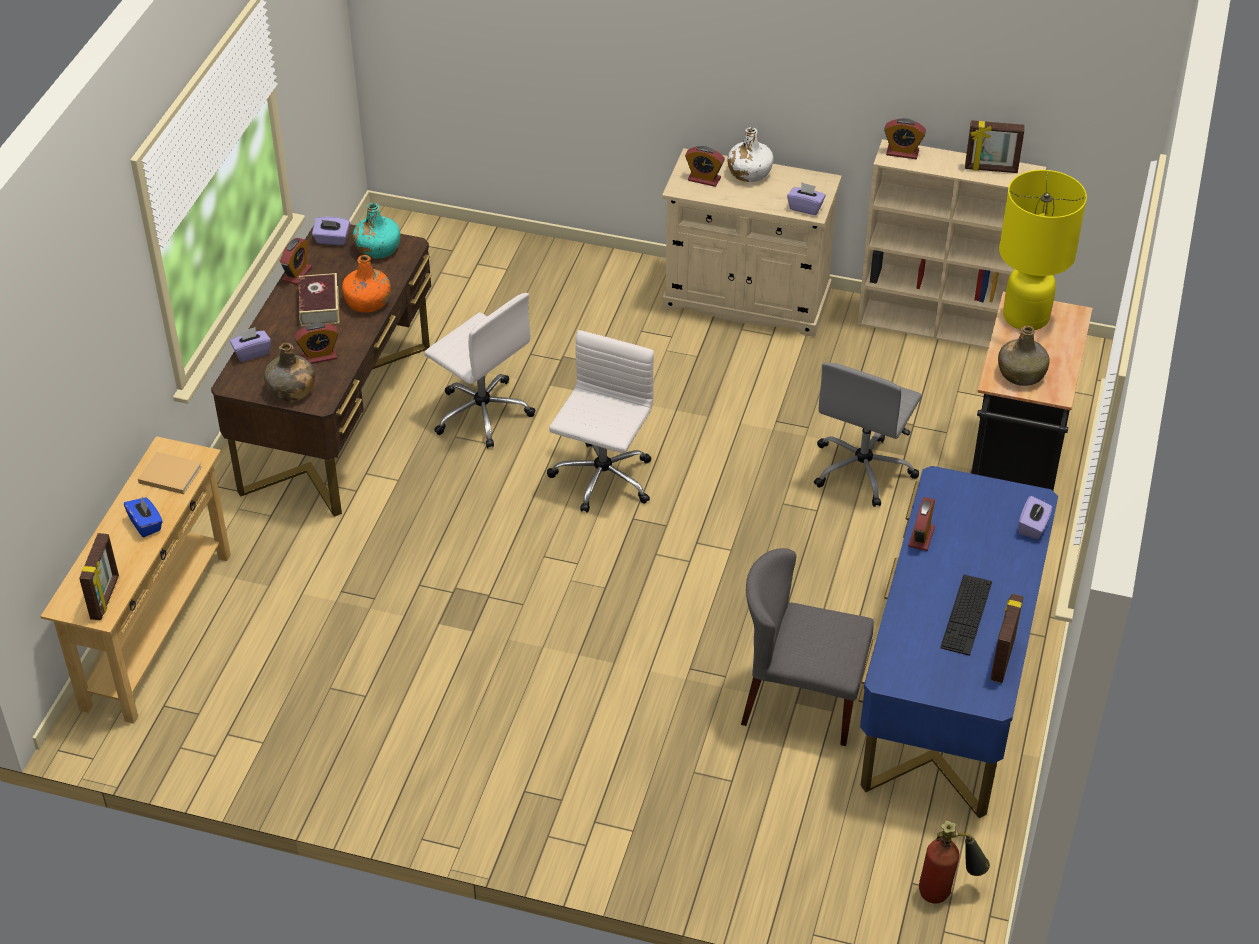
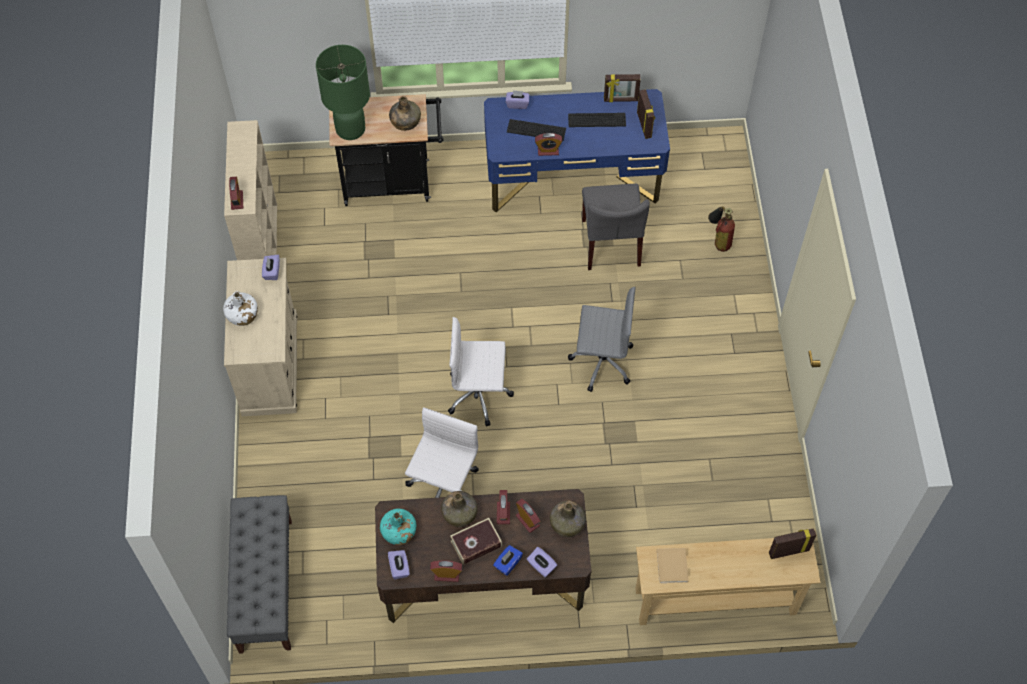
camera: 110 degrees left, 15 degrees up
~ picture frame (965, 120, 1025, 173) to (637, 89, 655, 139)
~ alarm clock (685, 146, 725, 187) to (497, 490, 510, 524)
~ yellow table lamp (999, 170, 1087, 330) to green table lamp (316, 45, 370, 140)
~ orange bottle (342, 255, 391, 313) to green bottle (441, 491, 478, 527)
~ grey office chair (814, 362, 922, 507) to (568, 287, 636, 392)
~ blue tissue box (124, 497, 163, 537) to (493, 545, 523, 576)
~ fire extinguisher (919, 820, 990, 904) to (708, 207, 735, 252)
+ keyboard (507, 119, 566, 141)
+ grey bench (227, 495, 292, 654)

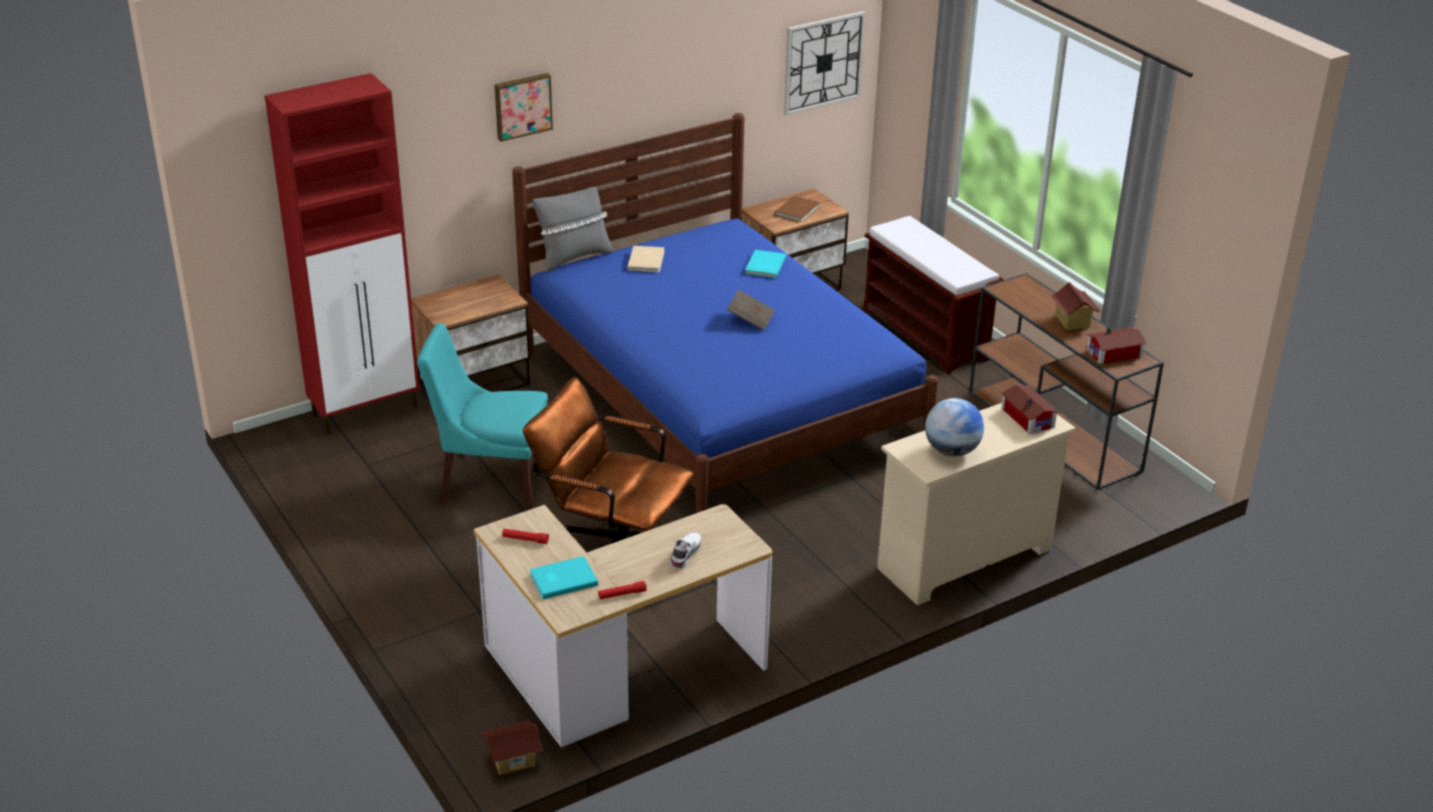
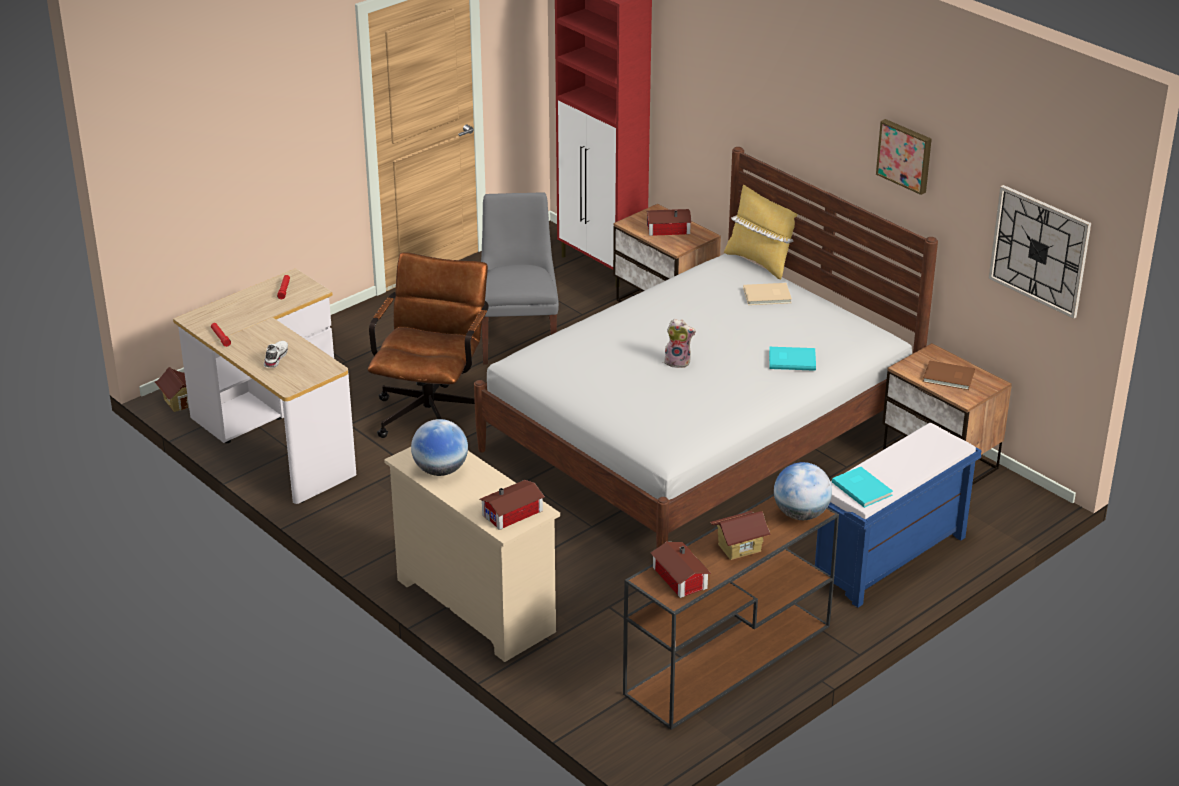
camera: 80 degrees right, 0 degrees up
~ picture (495, 73, 553, 142) to (876, 119, 932, 195)
~ blue bed (512, 113, 938, 513) to white bed (474, 147, 938, 548)
~ grey pillow (533, 186, 613, 273) to yellow pillow (724, 185, 798, 280)
~ brown bench (863, 216, 1004, 375) to blue bench (814, 423, 982, 608)
~ brown book (727, 289, 775, 330) to plush toy (664, 319, 696, 368)
~ turquoise chair (417, 323, 548, 511) to grey chair (481, 192, 559, 365)
~ white shoe (669, 532, 701, 569) = (264, 341, 288, 368) 90 degrees counterclockwise
~ turquoise book (530, 556, 598, 599) to (832, 467, 893, 508)
+ toy house (647, 209, 692, 236)
+ globe (774, 462, 832, 520)

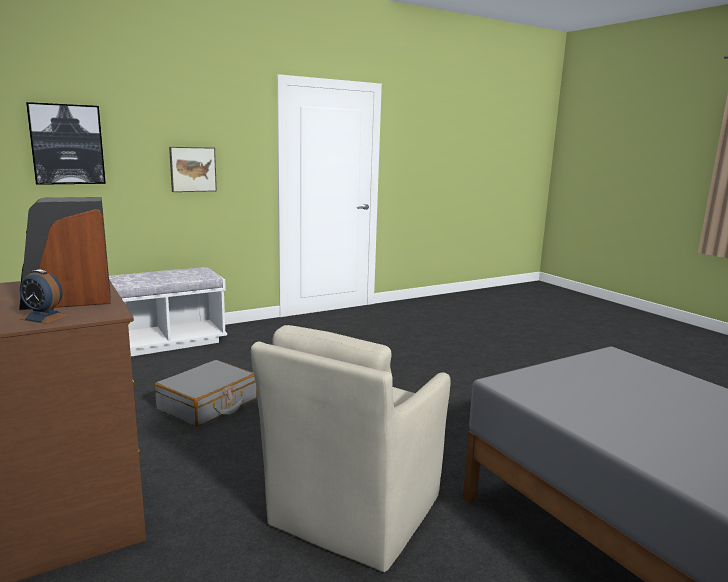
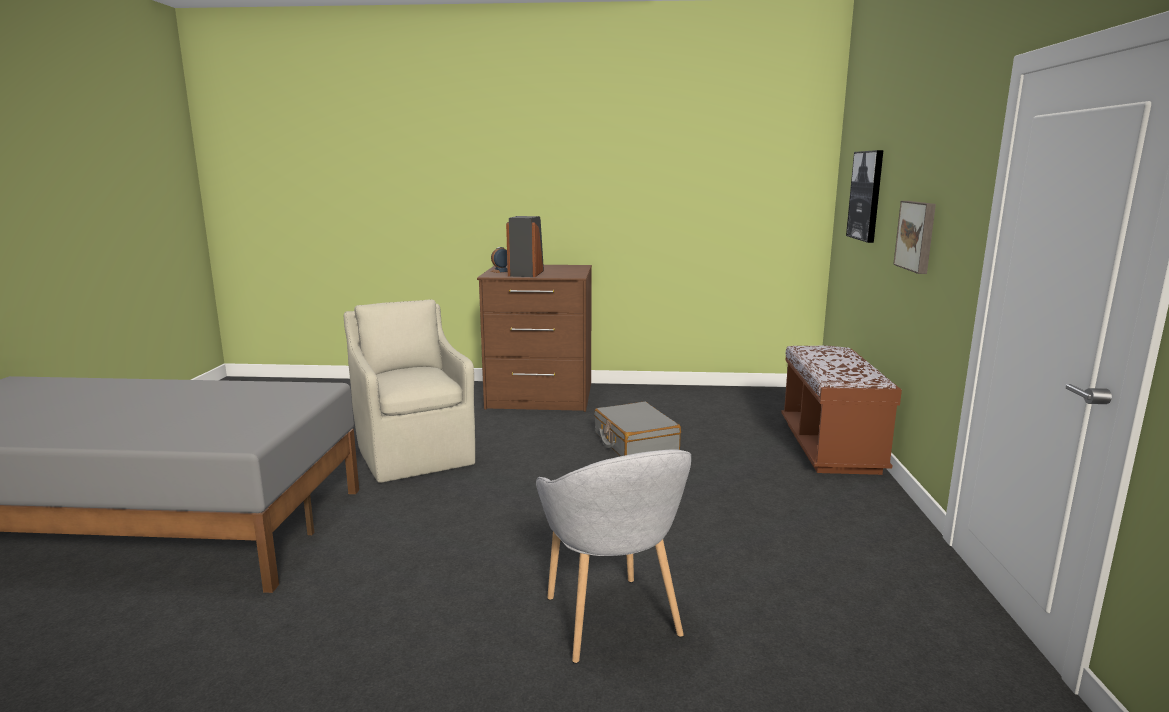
camera: 125 degrees right, 0 degrees up
~ white bench (109, 267, 227, 356) to brown bench (781, 346, 902, 475)
+ grey armchair (536, 450, 691, 664)

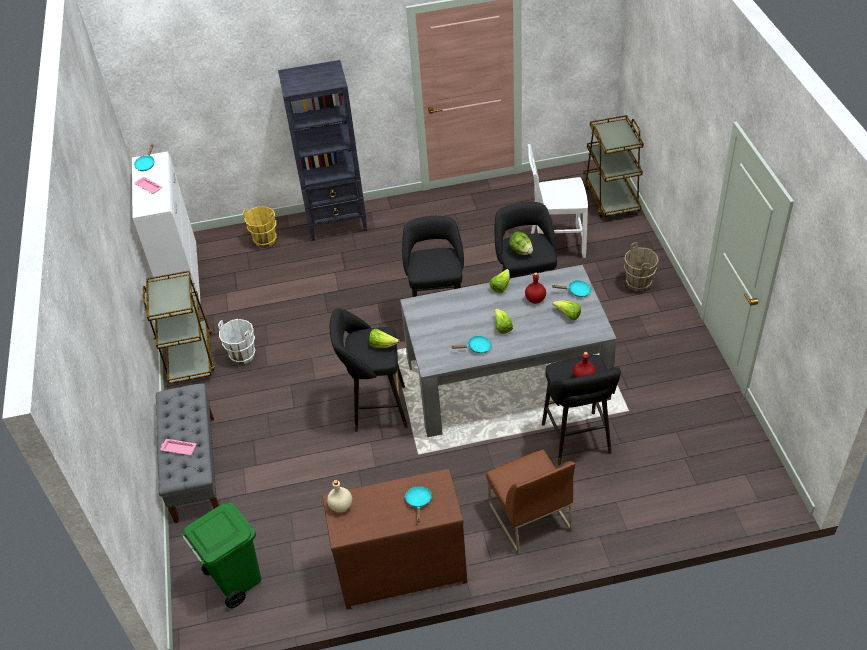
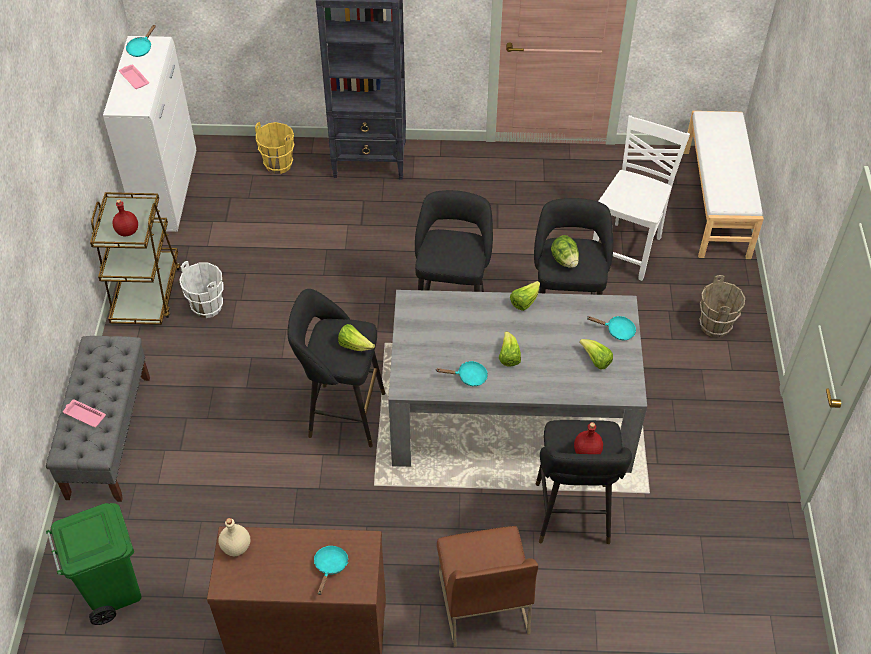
camera: 10 degrees right, 5 degrees up
~ brown cart (583, 115, 644, 218) to white bench (684, 111, 764, 259)
~ white chair (528, 144, 588, 258) = (593, 115, 690, 281) 105 degrees clockwise
~ red bottle (525, 273, 546, 304) to (113, 200, 138, 236)

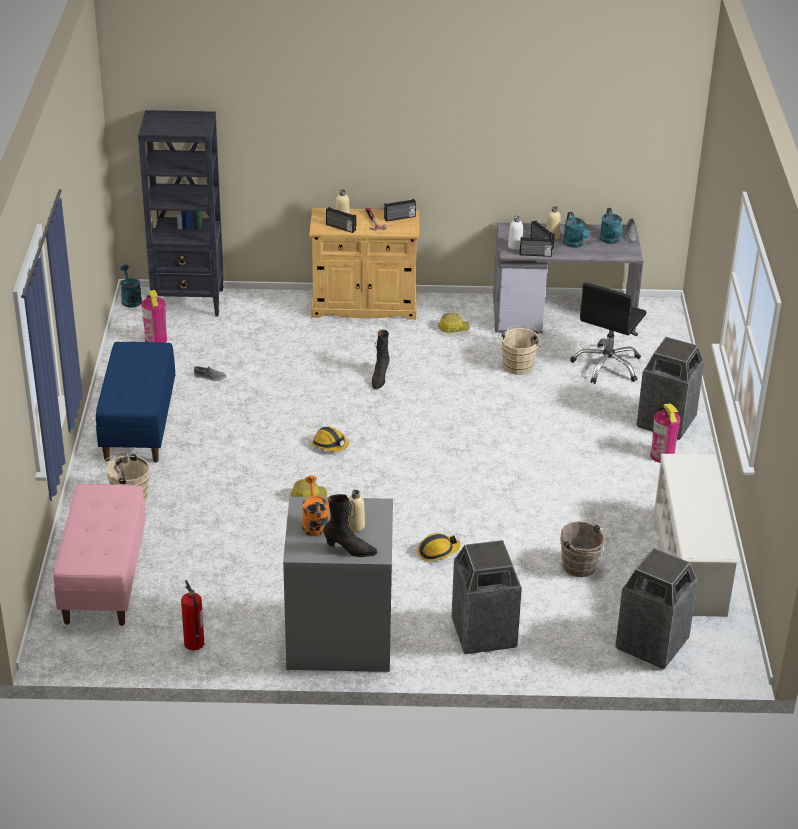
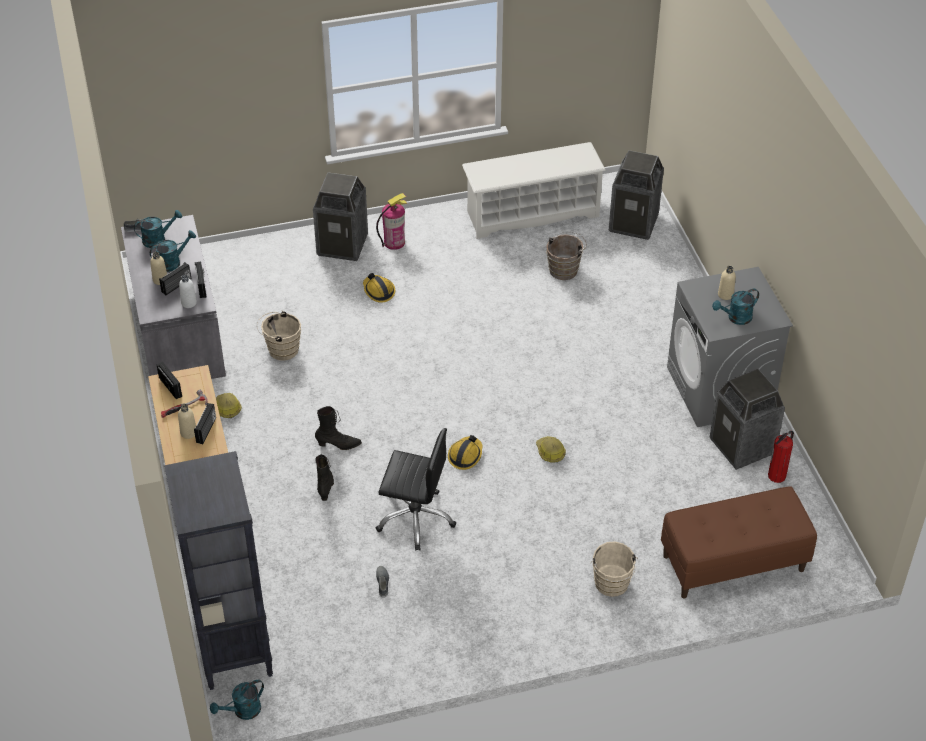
camera: 105 degrees left, 10 degrees up
~ black office chair (570, 282, 646, 384) to (376, 428, 456, 551)
- fire extinguisher (141, 290, 167, 343)
- blue bench (96, 342, 175, 462)
~ orange watering can (302, 476, 329, 536) to turquoise watering can (712, 289, 759, 325)
~ pink bench (54, 484, 146, 626) to brown bench (661, 486, 817, 599)
~ black boot (323, 494, 377, 557) to (315, 454, 334, 501)
~ hard hat (418, 533, 460, 561) to (363, 273, 395, 303)
~ trash can (452, 540, 522, 654) to (709, 369, 785, 470)

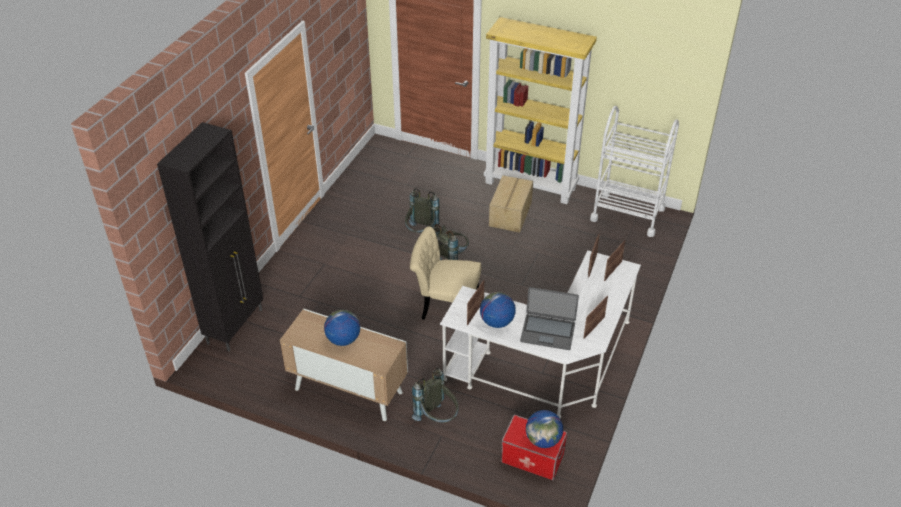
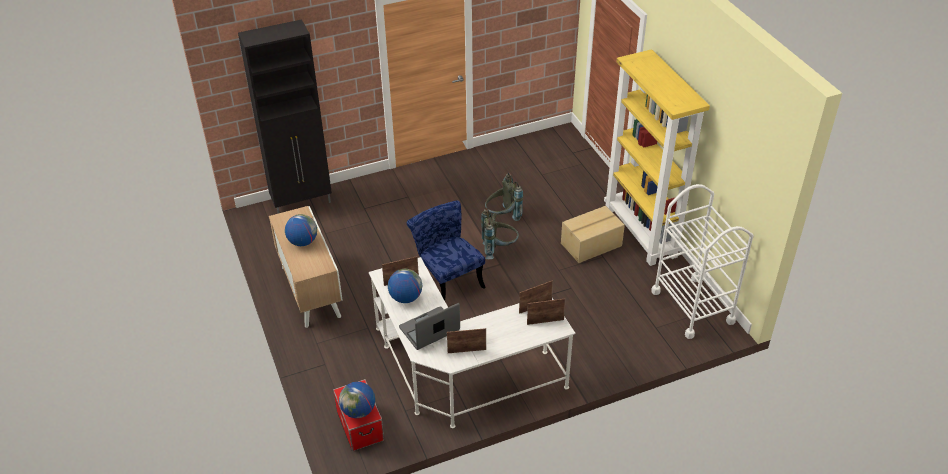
camera: 45 degrees right, 0 degrees up
~ beige chair (410, 226, 481, 320) to blue chair (407, 200, 485, 301)
~ laptop (520, 287, 579, 350) = (399, 303, 460, 350) 90 degrees clockwise
- grey backpack (412, 368, 459, 423)

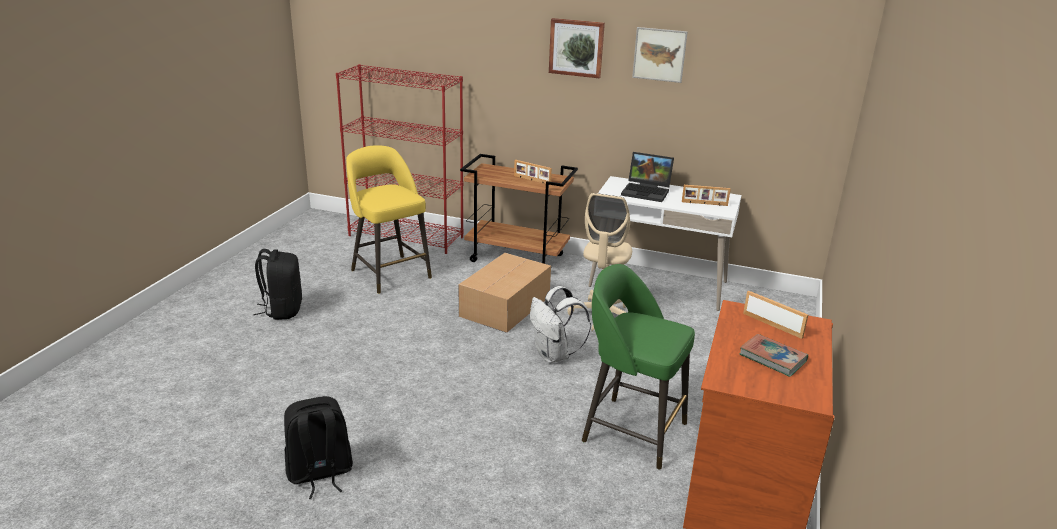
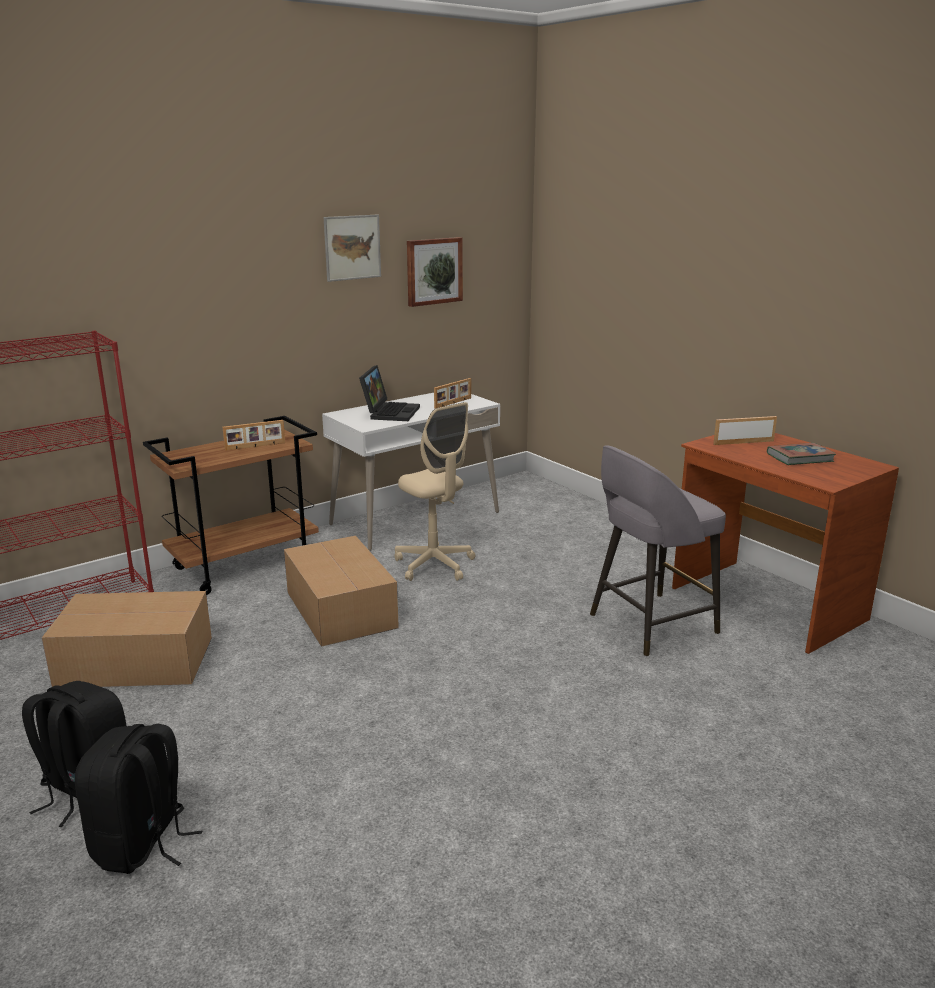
camera: 55 degrees left, 5 degrees down
~ picture (549, 18, 605, 78) to (407, 237, 463, 307)
~ yellow stool (346, 145, 432, 294) to cardboard box (42, 591, 212, 687)
~ laptop (621, 152, 674, 202) = (359, 365, 420, 421) 45 degrees counterclockwise
~ green stool (582, 264, 695, 470) to grey stool (590, 445, 726, 656)
- white backpack (530, 286, 591, 363)
~ black backpack (284, 396, 353, 499) to (75, 724, 202, 874)

